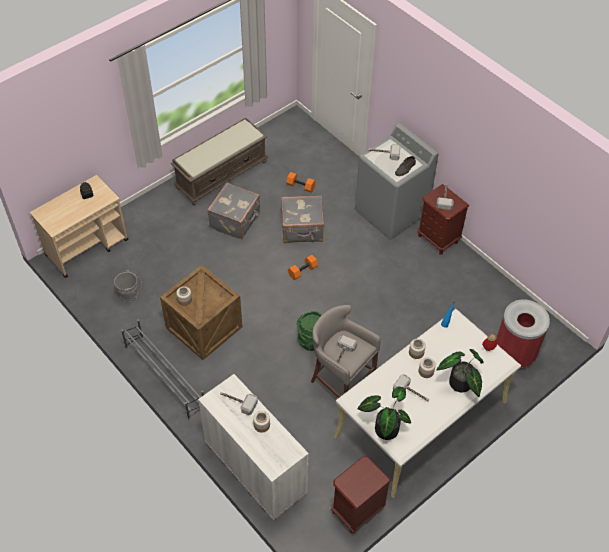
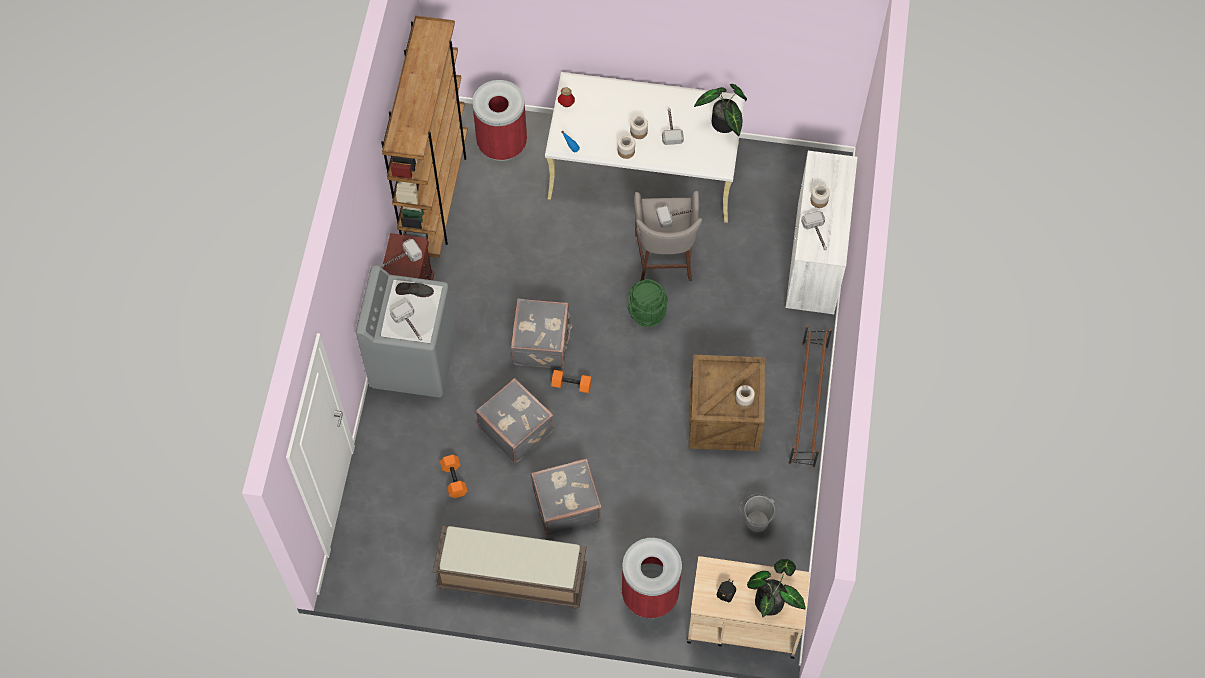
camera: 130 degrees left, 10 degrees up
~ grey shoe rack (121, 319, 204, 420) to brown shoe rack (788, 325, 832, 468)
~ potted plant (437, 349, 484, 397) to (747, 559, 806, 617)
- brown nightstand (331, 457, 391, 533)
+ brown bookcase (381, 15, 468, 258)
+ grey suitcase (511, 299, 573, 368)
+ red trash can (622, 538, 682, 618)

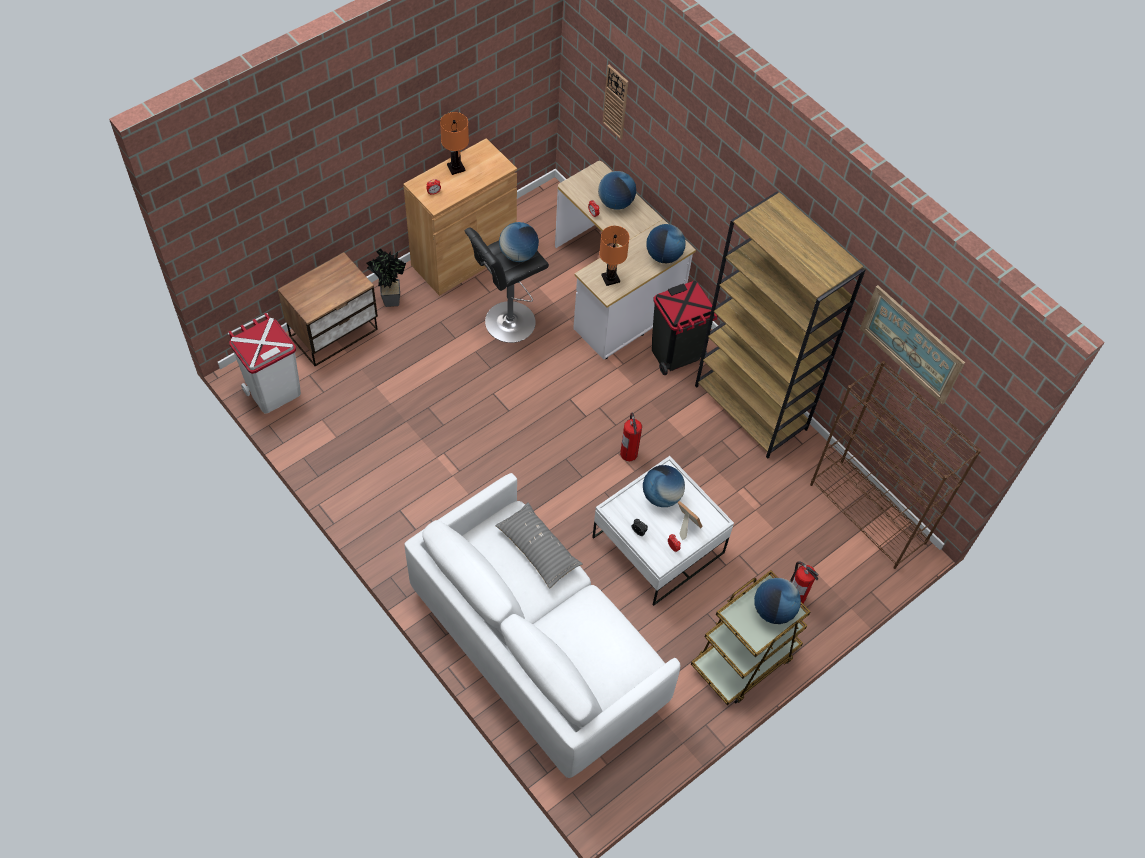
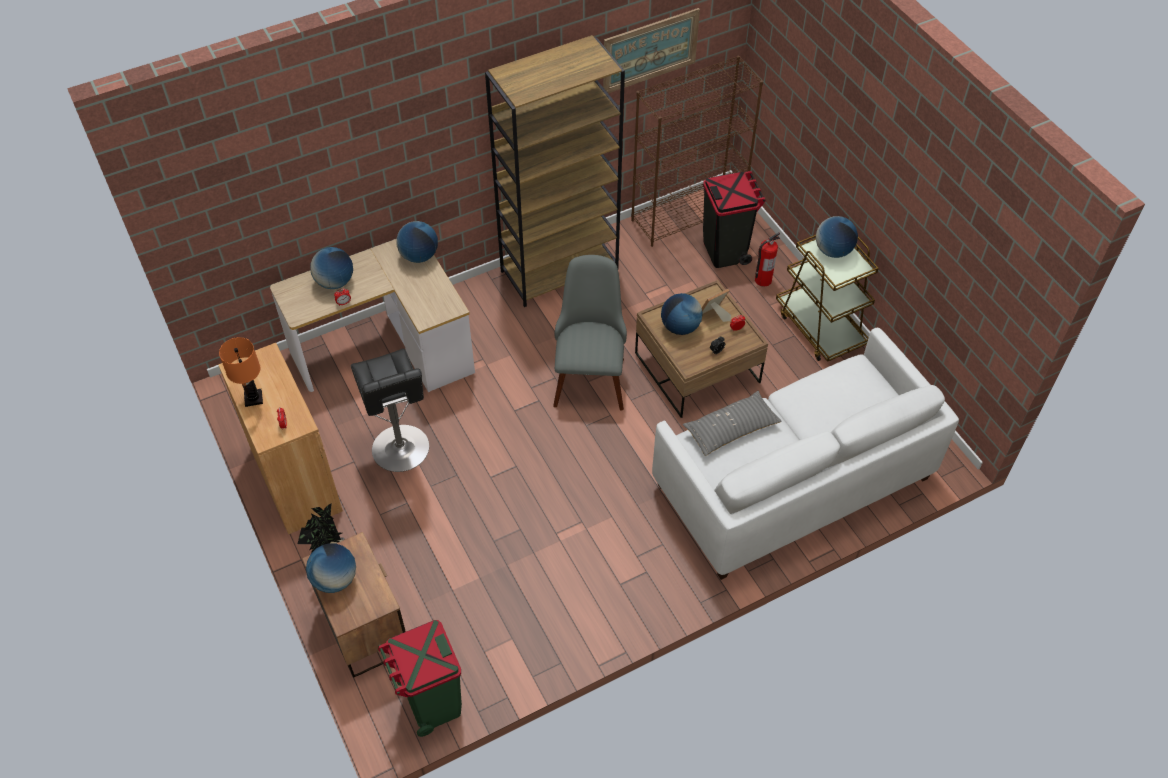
camera: 75 degrees left, 5 degrees down
- wall clock (603, 65, 628, 139)
~ globe (499, 222, 539, 262) to (306, 543, 356, 593)
- orange table lamp (599, 226, 630, 286)
~ black trash can (652, 281, 718, 375) to (703, 171, 766, 268)
~ white trash can (228, 313, 301, 414) to green trash can (378, 620, 462, 737)
~ fire extinguisher (620, 413, 642, 461) to grey chair (553, 255, 627, 411)
~ white coffee table (592, 456, 734, 606) to brown coffee table (635, 280, 768, 418)

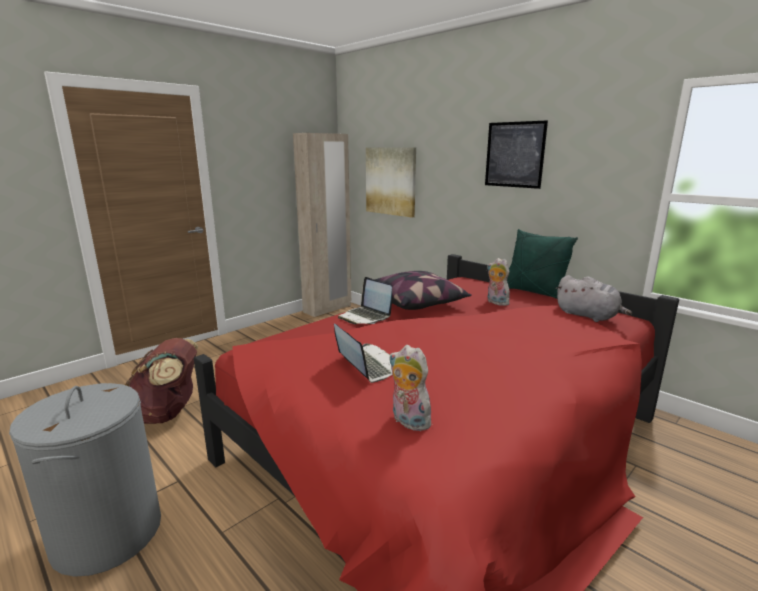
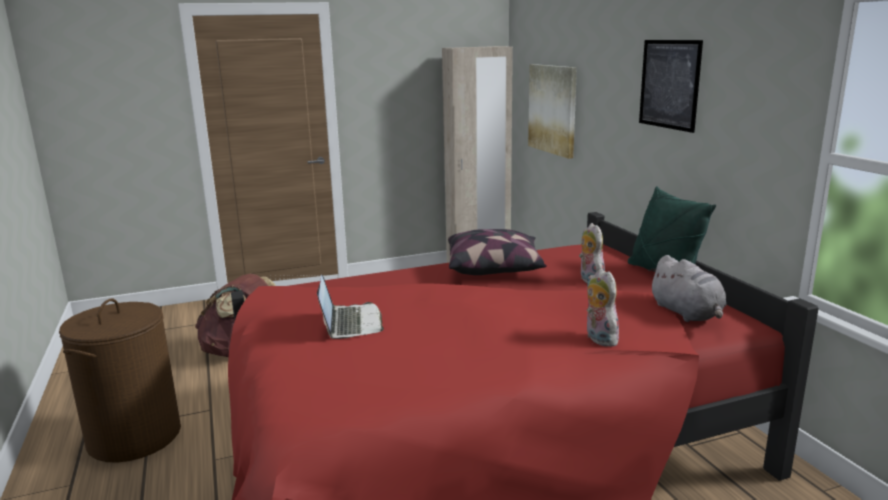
camera: 25 degrees right, 0 degrees up
- laptop (338, 277, 392, 324)
~ plush toy (389, 345, 431, 431) to (587, 269, 619, 347)
~ grey laundry basket (9, 383, 161, 576) to brown laundry basket (59, 299, 181, 463)

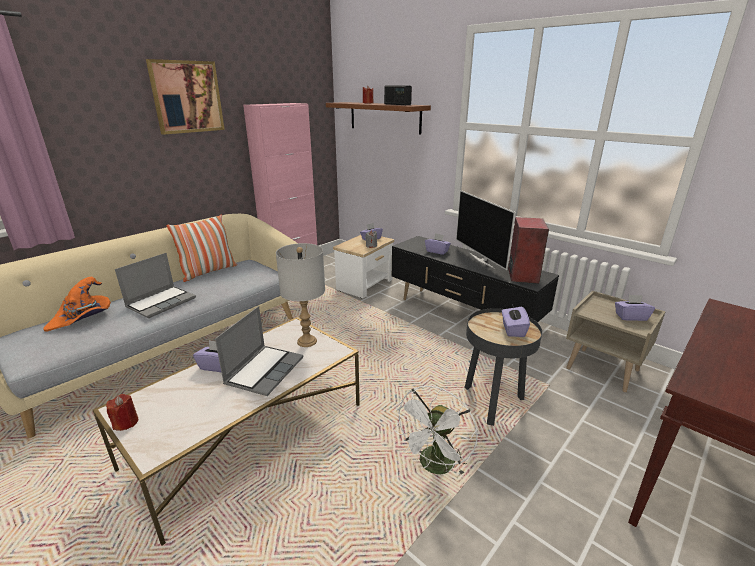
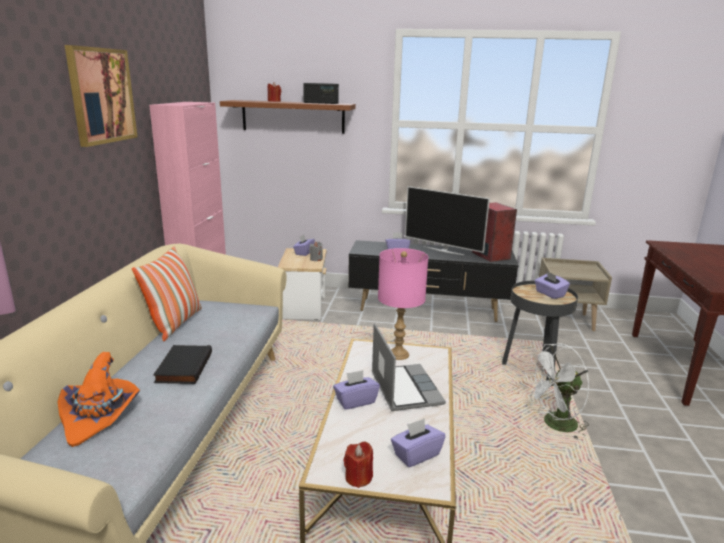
camera: 35 degrees left, 5 degrees down
~ grey table lamp (276, 243, 325, 347) to pink table lamp (378, 248, 428, 360)
~ laptop (115, 253, 196, 318) to black book (153, 345, 212, 384)
~ purple tissue box (615, 295, 655, 321) to (391, 418, 446, 467)
~ white fan (393, 386, 478, 476) = (525, 344, 589, 440) 75 degrees clockwise

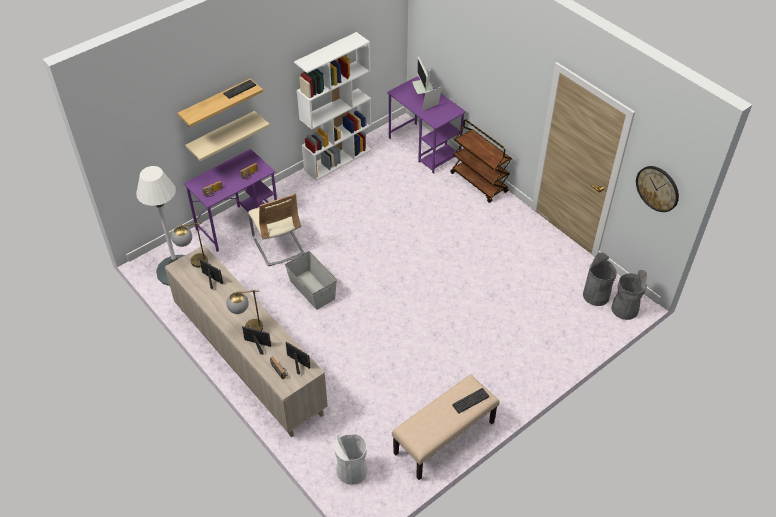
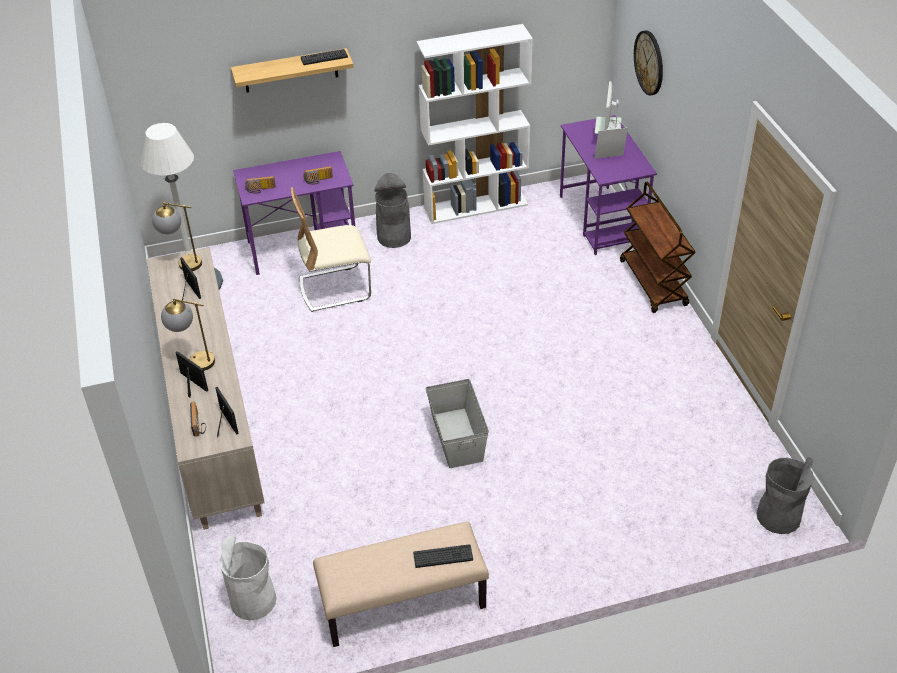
camera: 25 degrees right, 5 degrees down
- beige shelf (185, 111, 270, 161)
~ wall clock (636, 166, 679, 212) to (634, 30, 663, 95)
~ beige chair (248, 193, 305, 266) = (291, 187, 371, 312) 75 degrees clockwise
~ grey storage box (285, 251, 337, 310) to (425, 379, 489, 468)
~ grey trash can (583, 252, 617, 306) to (374, 173, 411, 248)

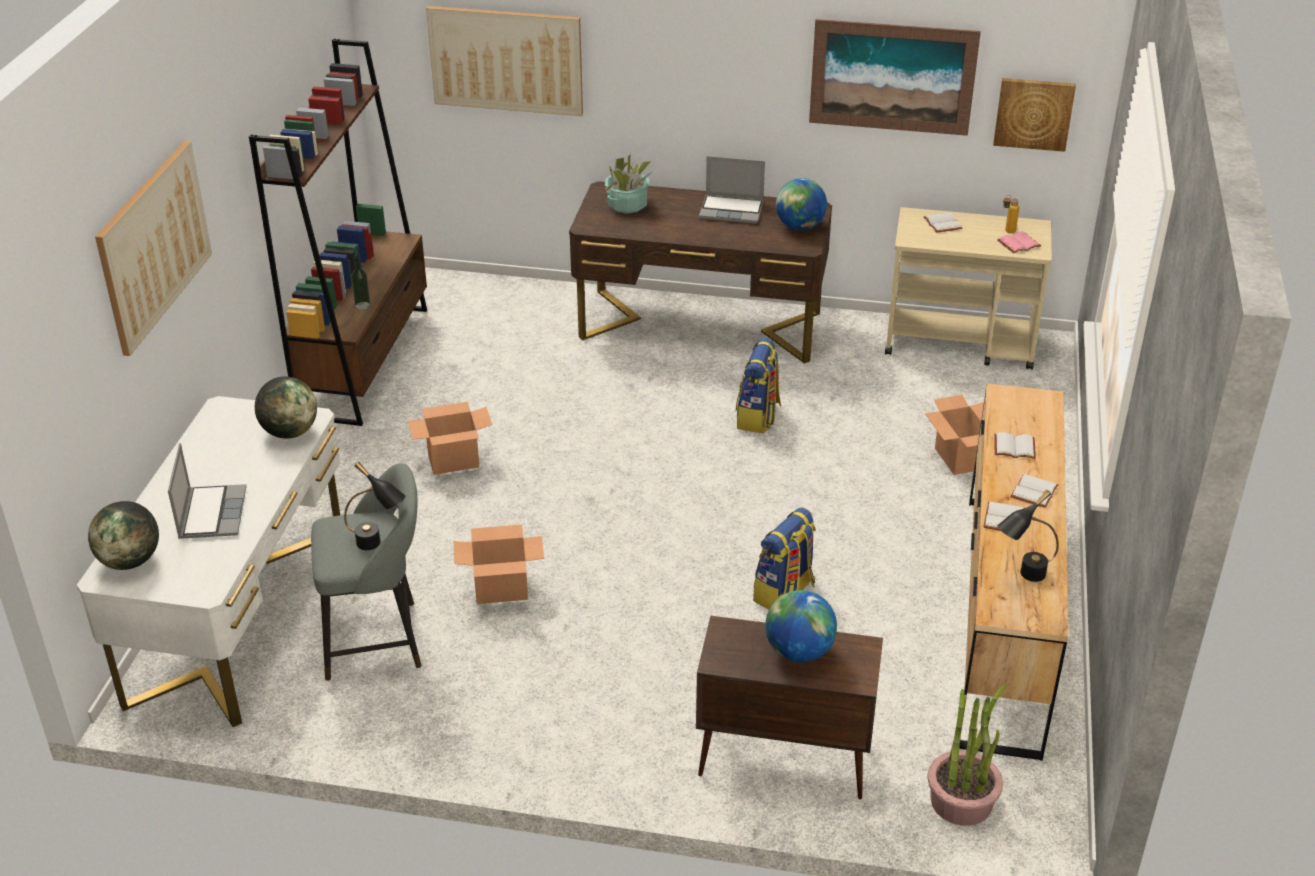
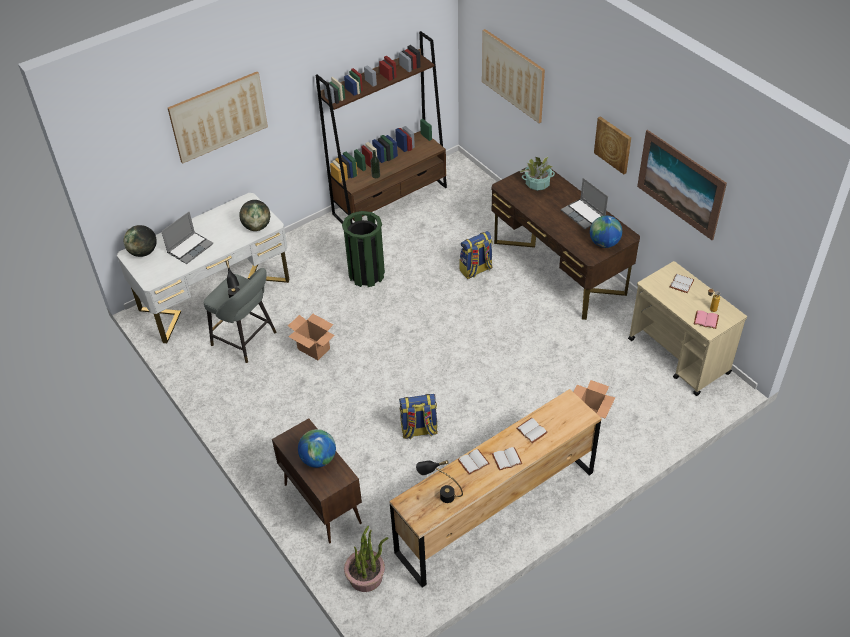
camera: 45 degrees right, 10 degrees up
~ picture (993, 78, 1076, 152) to (594, 116, 631, 174)
~ backpack (736, 338, 781, 433) to (459, 231, 493, 279)
~ cardboard box (408, 402, 492, 475) to green trash can (342, 211, 385, 287)

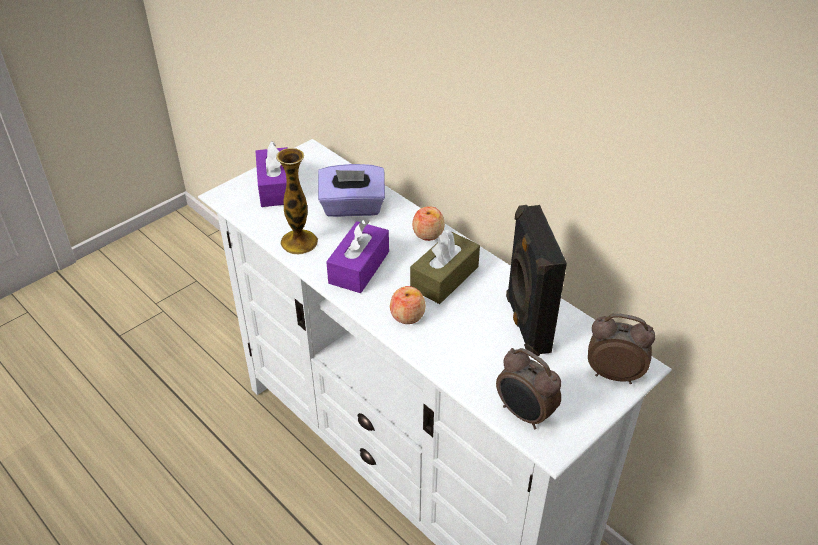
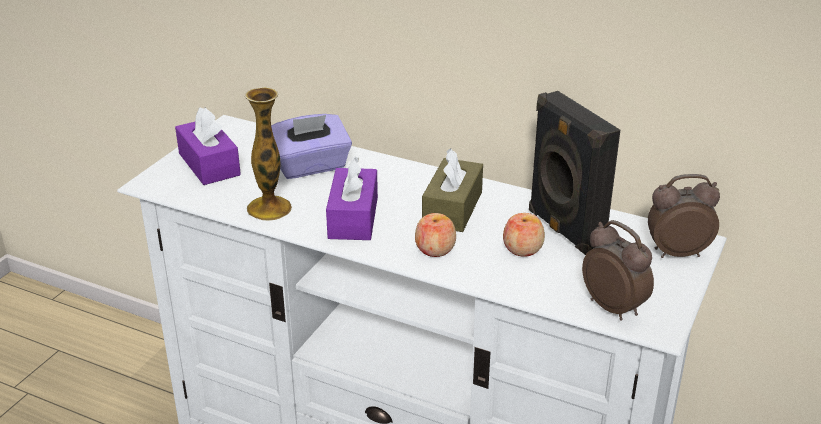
camera: 20 degrees left, 10 degrees down
~ apple (412, 206, 445, 241) to (503, 213, 545, 257)
~ alarm clock (496, 348, 561, 429) = (582, 220, 654, 321) 150 degrees counterclockwise

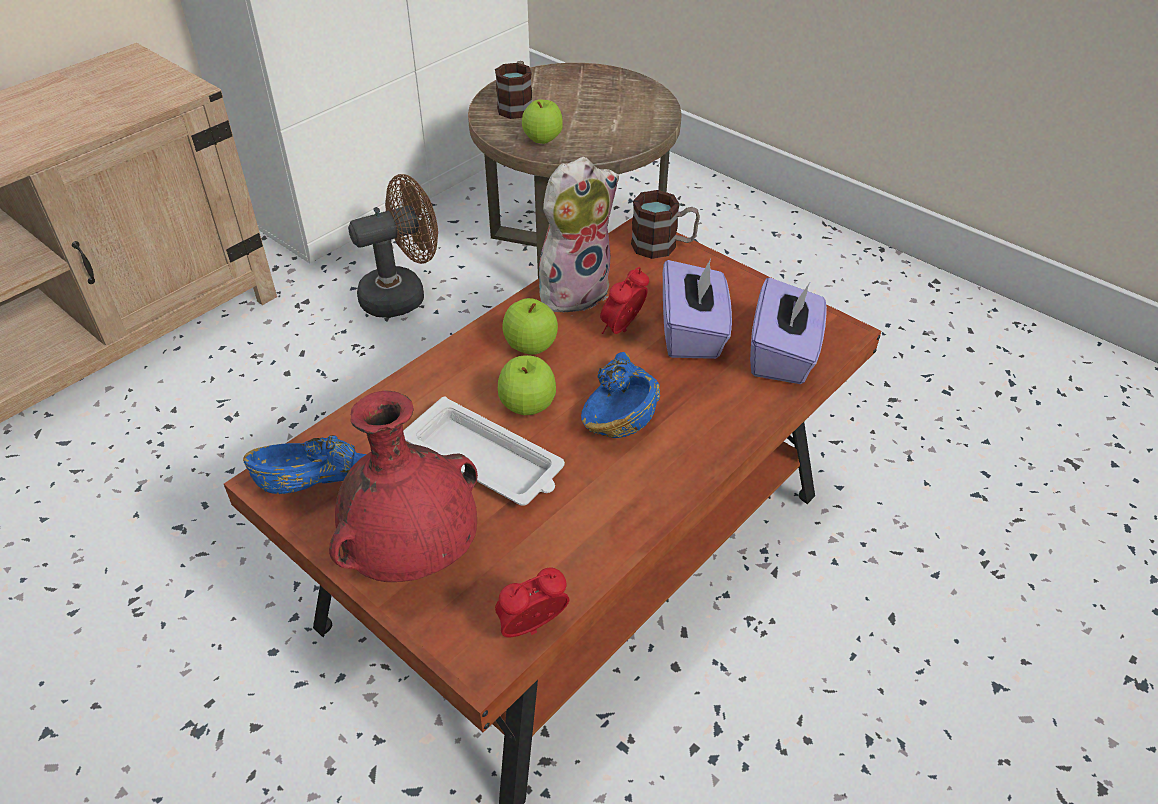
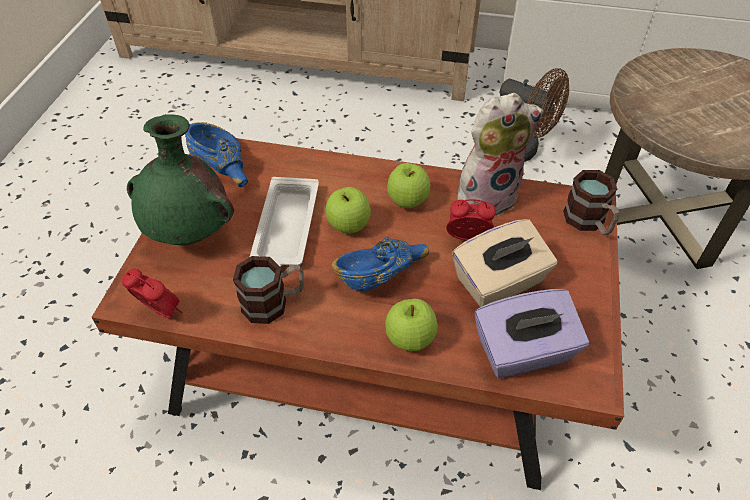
camera: 60 degrees right, 5 degrees up
~ mug (495, 61, 532, 119) to (233, 256, 304, 324)
~ apple (522, 99, 563, 144) to (385, 299, 438, 351)
~ plush toy (539, 157, 619, 313) = (457, 93, 544, 216) 45 degrees counterclockwise
~ purple tissue box (663, 259, 732, 359) to beige tissue box (452, 219, 557, 307)
~ red vase (329, 391, 478, 582) to green vase (127, 114, 234, 245)

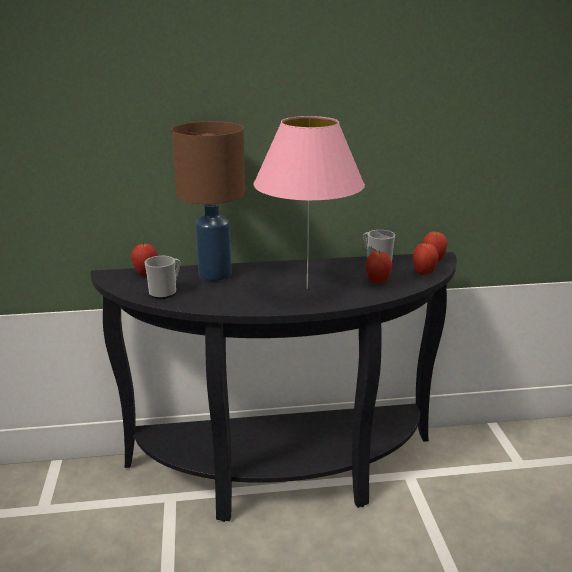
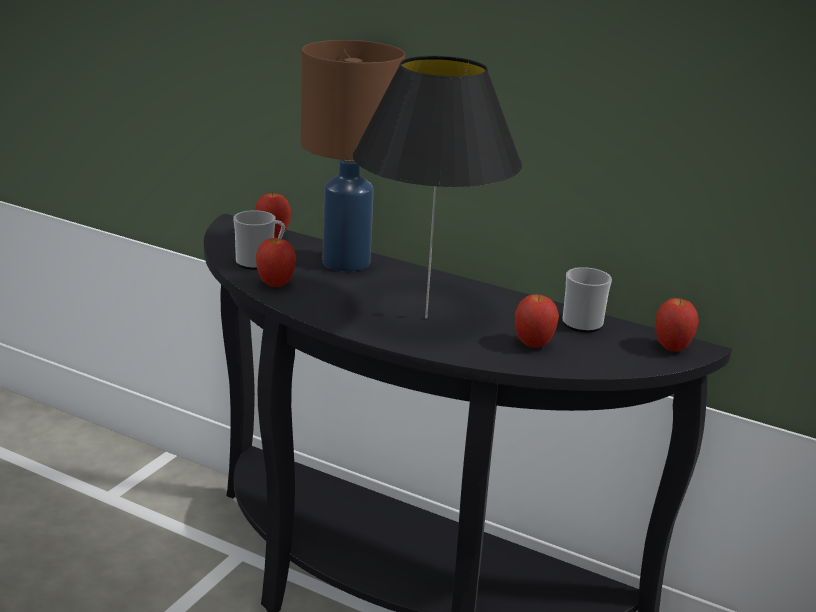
camera: 35 degrees right, 0 degrees up
~ pink table lamp (254, 116, 365, 289) to black table lamp (353, 56, 522, 319)
~ apple (413, 242, 439, 275) to (256, 236, 296, 287)

